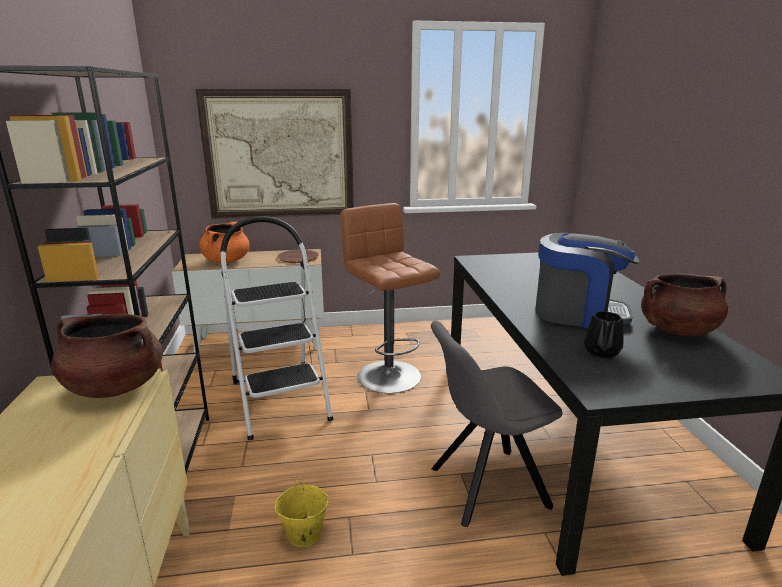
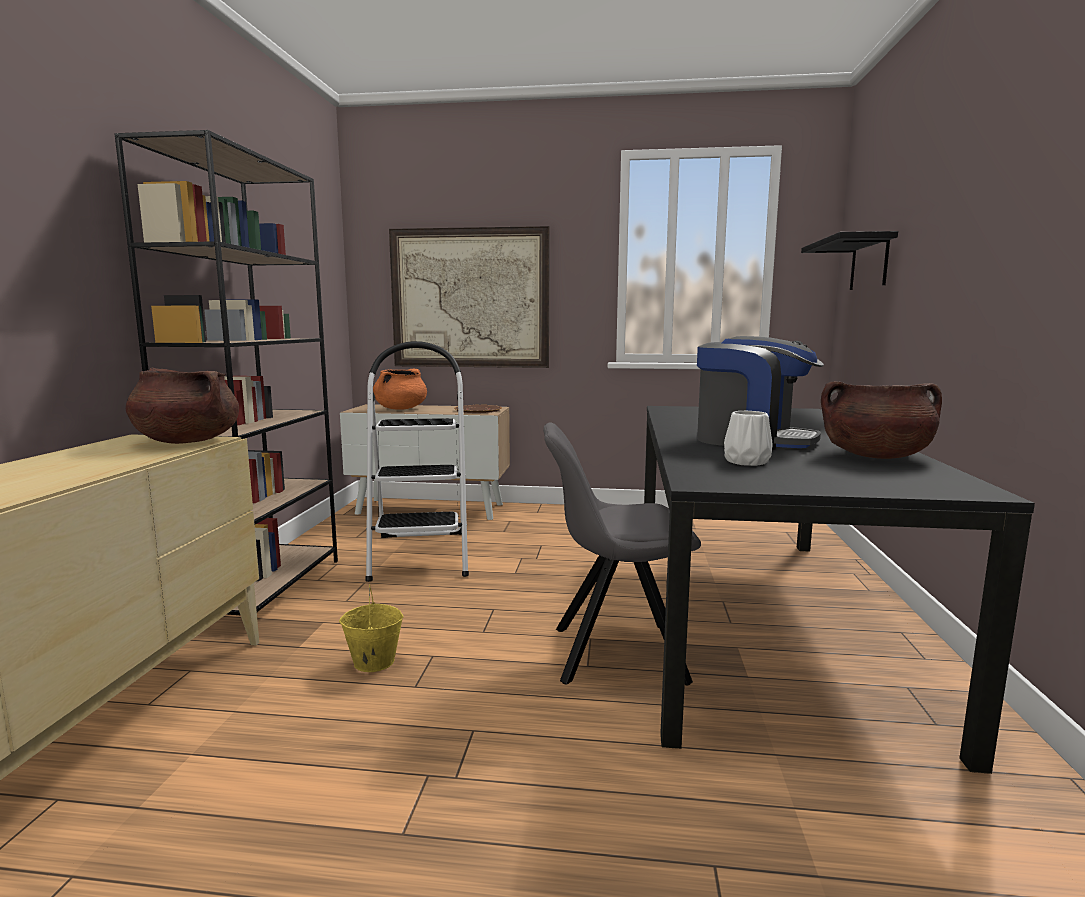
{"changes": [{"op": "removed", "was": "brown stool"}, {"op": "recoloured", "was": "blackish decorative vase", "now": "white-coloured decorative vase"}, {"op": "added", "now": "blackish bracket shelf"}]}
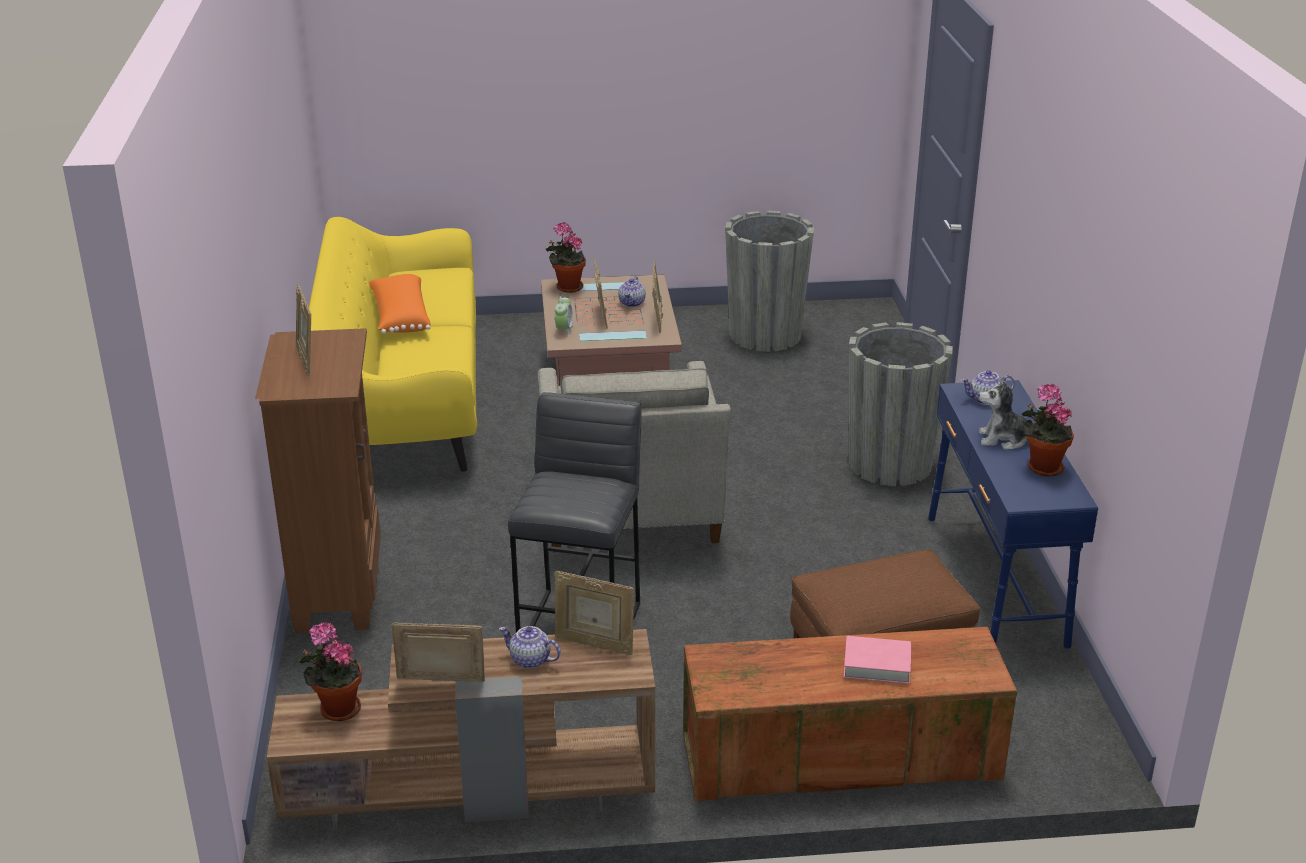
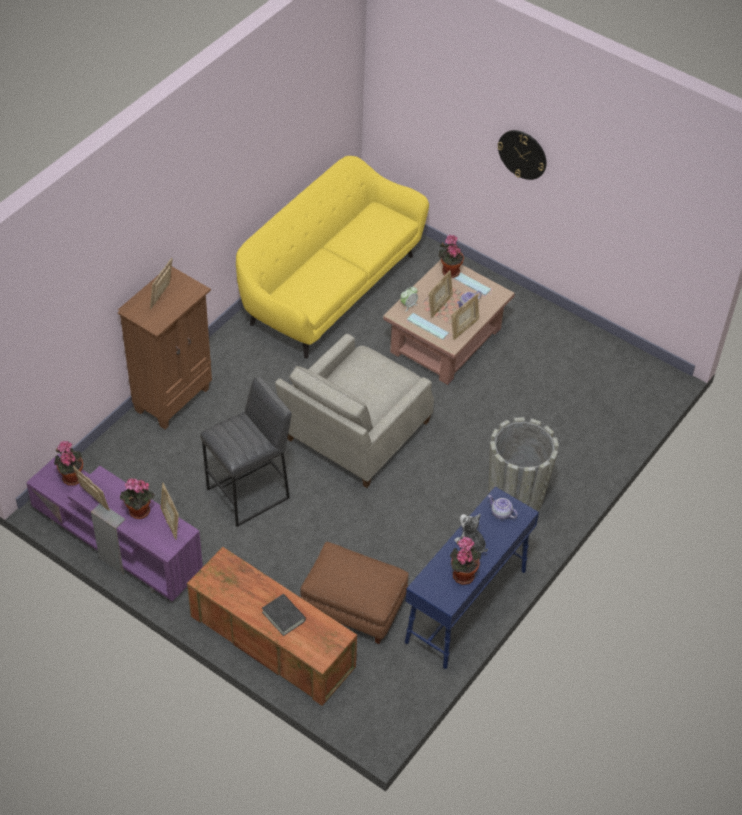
{"changes": [{"op": "recoloured", "was": "brown tv unit", "now": "purple-coloured tv unit"}, {"op": "removed", "was": "orange cushion"}, {"op": "replaced", "was": "teapot (1st from left)", "now": "potted plant (2nd from left)"}, {"op": "removed", "was": "grey plant pot (1st from left)"}, {"op": "recoloured", "was": "pink-coloured bound book", "now": "blackish bound book"}, {"op": "added", "now": "clock on the wall"}]}
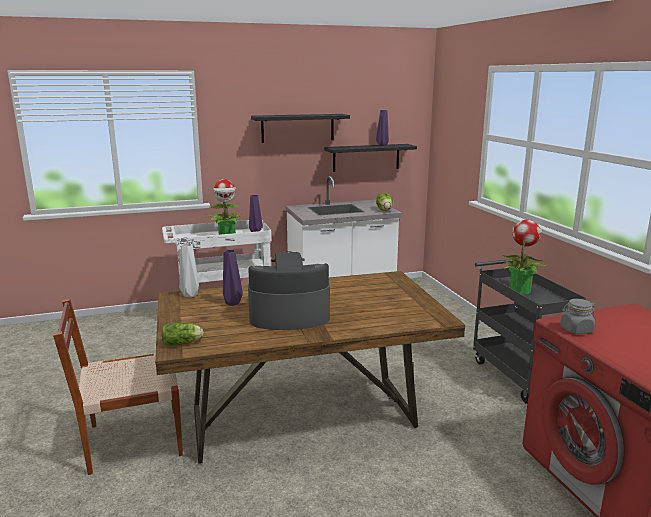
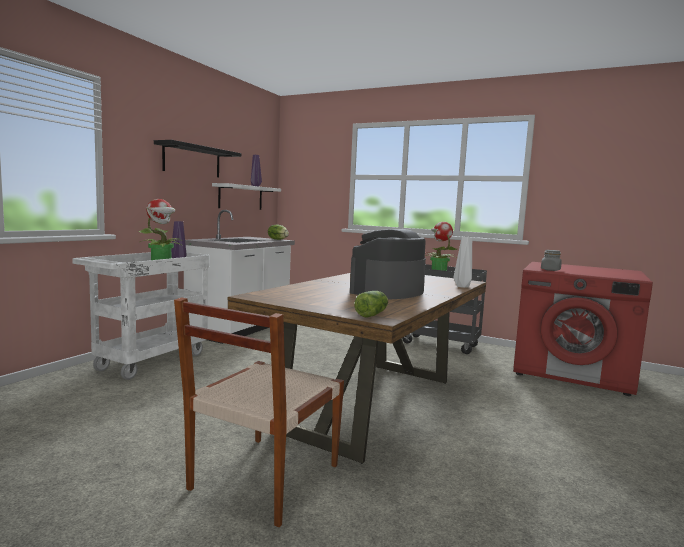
{"changes": [{"op": "moved", "was": "white-coloured decorative vase"}, {"op": "removed", "was": "purple-coloured decorative vase (1st from left)"}, {"op": "recoloured", "was": "blackish bracket shelf (2nd from left)", "now": "white-coloured bracket shelf"}]}
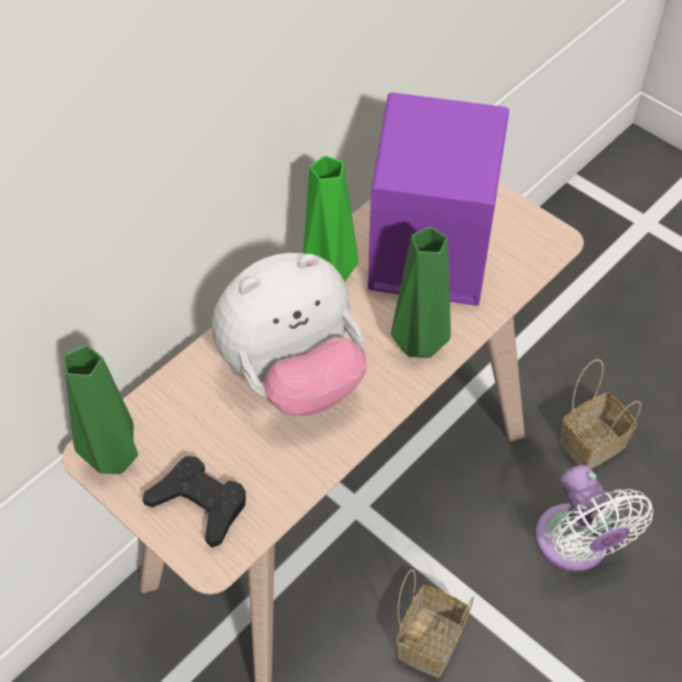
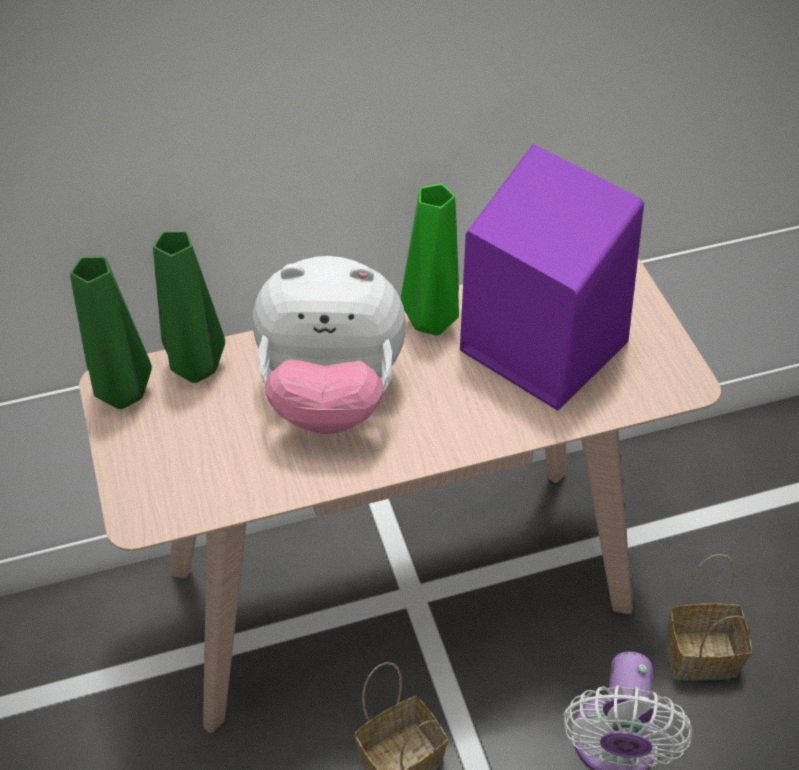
{"changes": [{"op": "removed", "was": "blackish joypad"}, {"op": "moved", "was": "green decorative vase (3rd from left in the first image)", "now": "green decorative vase (2nd from left)"}]}
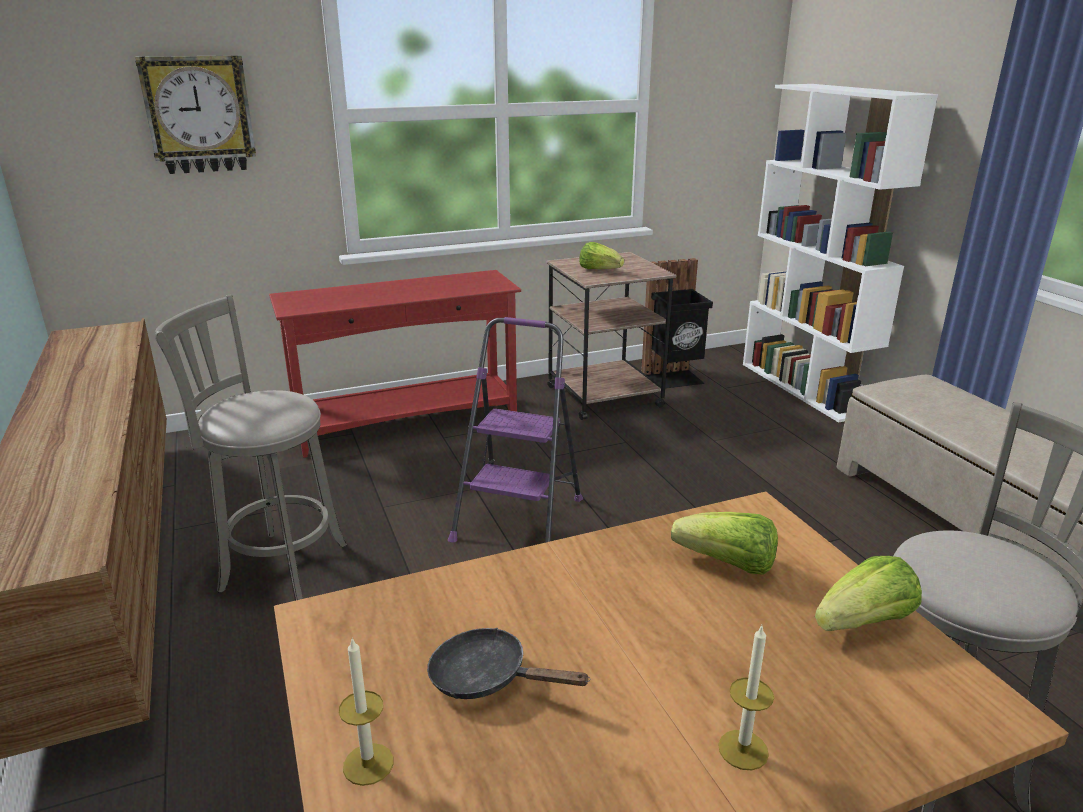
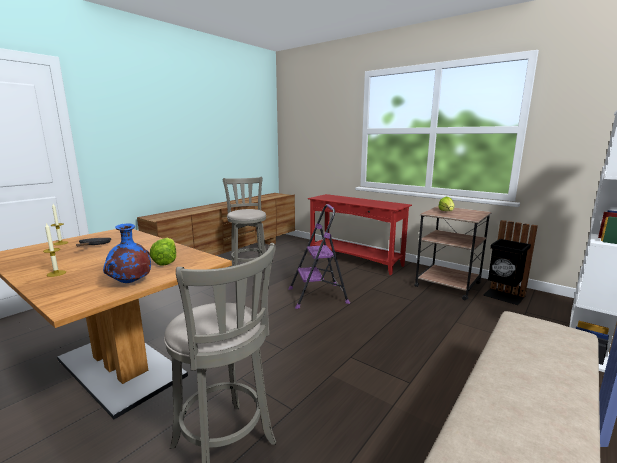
{"changes": [{"op": "removed", "was": "clock on the wall"}, {"op": "replaced", "was": "lettuce (3rd from left)", "now": "bluish decorative vase"}]}
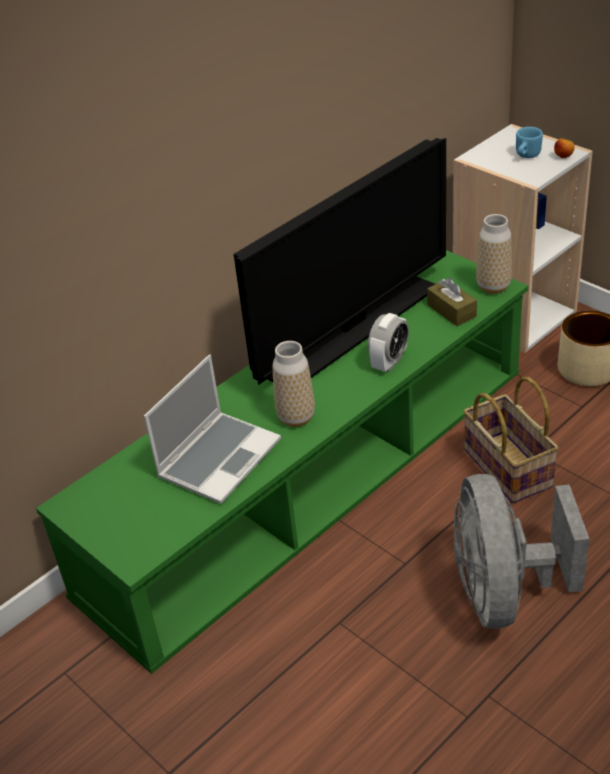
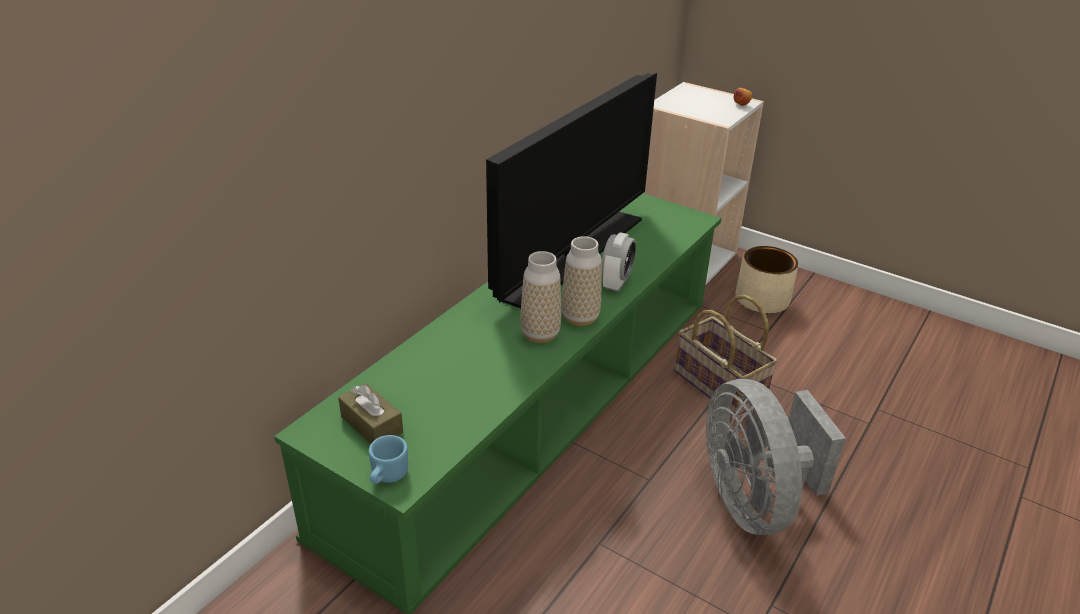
{"changes": [{"op": "removed", "was": "laptop"}, {"op": "moved", "was": "brown box of tissues"}, {"op": "moved", "was": "decorative vase (2nd from left)"}, {"op": "moved", "was": "bluish mug"}]}
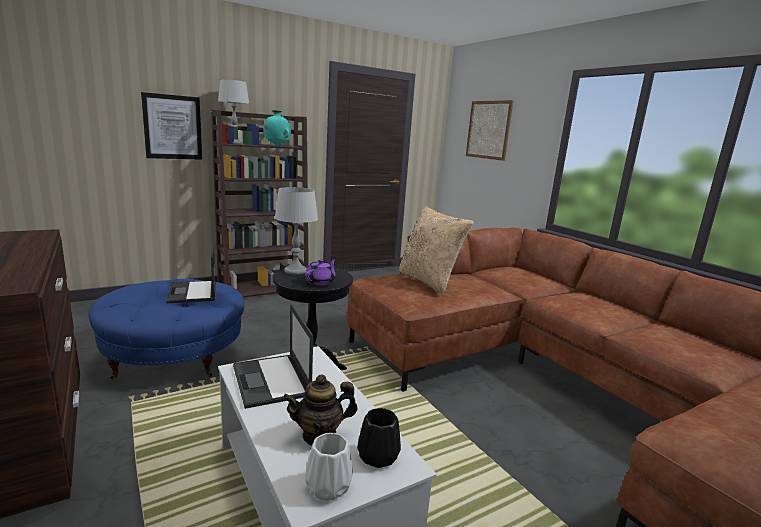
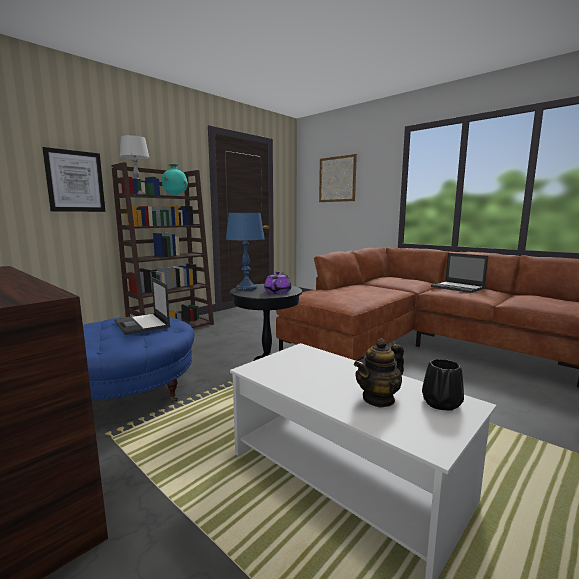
{"changes": [{"op": "moved", "was": "laptop (2nd from left)"}, {"op": "recoloured", "was": "grey table lamp (2nd from left)", "now": "bluish table lamp"}, {"op": "removed", "was": "white-coloured decorative vase"}, {"op": "removed", "was": "beige-coloured cushion"}]}
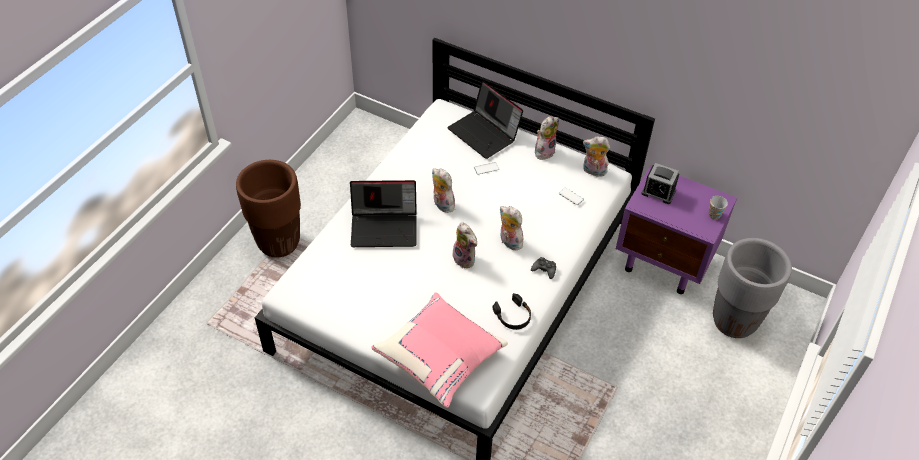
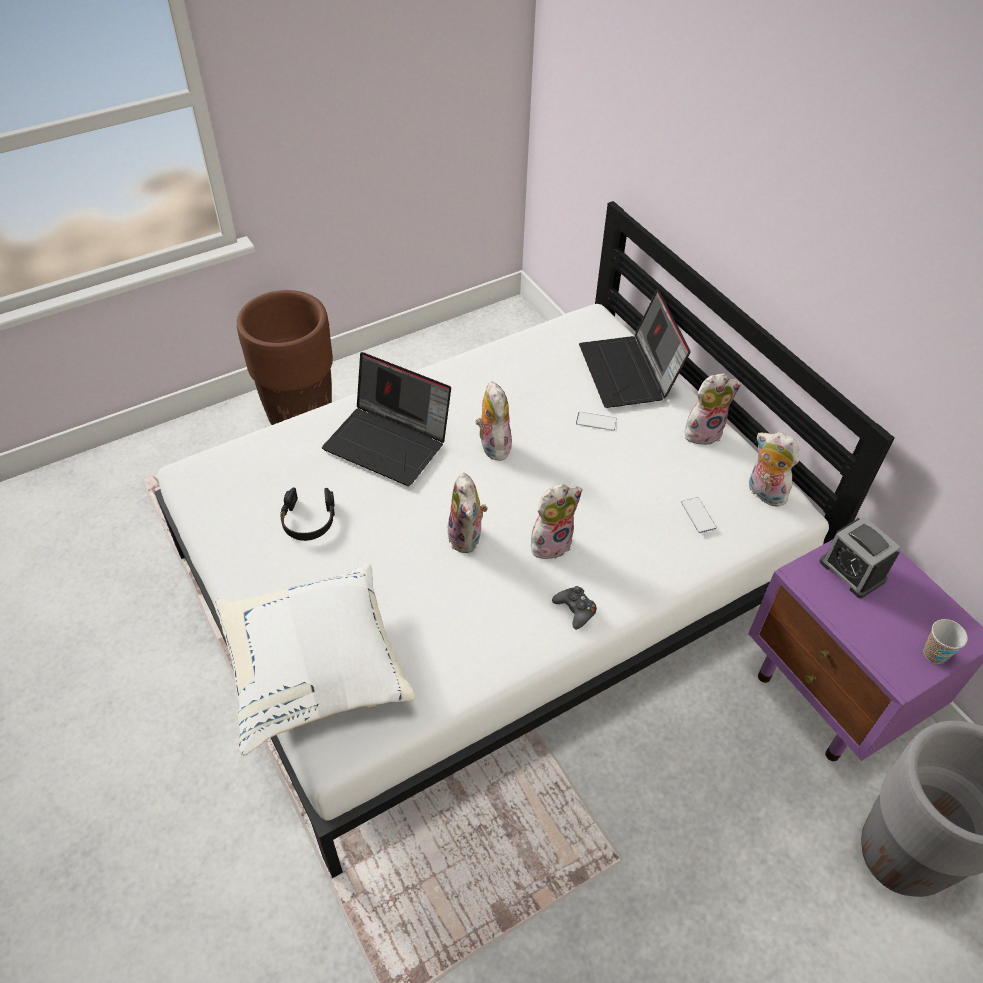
{"changes": [{"op": "recoloured", "was": "pink-coloured cushion", "now": "white-coloured cushion"}, {"op": "moved", "was": "blackish headset"}, {"op": "turned", "was": "plush toy (3rd from left)", "clockwise": 75}]}
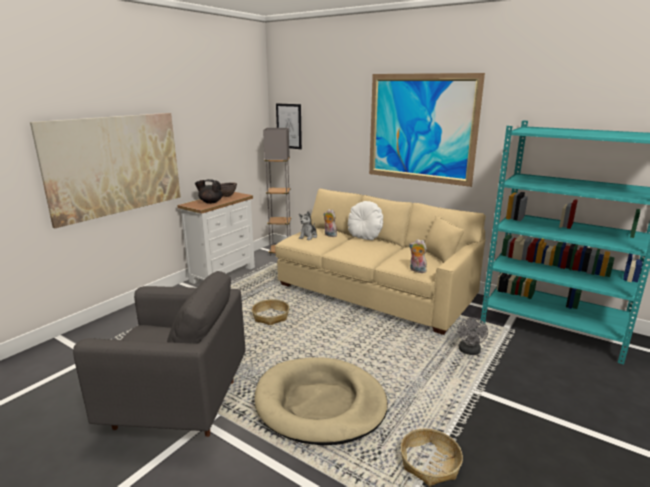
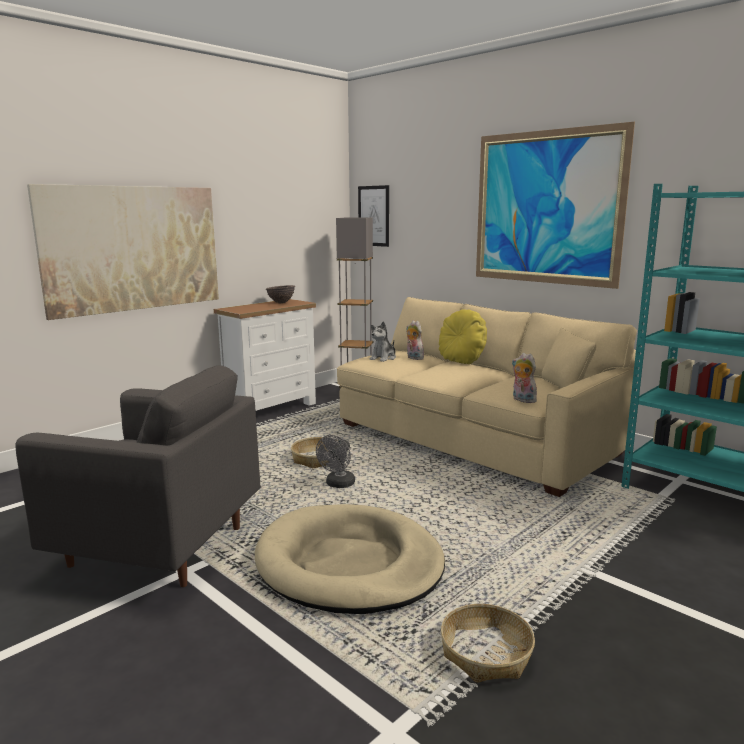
{"changes": [{"op": "removed", "was": "blackish teapot"}, {"op": "recoloured", "was": "white-coloured cushion", "now": "yellowish cushion"}, {"op": "moved", "was": "grey fan"}]}
